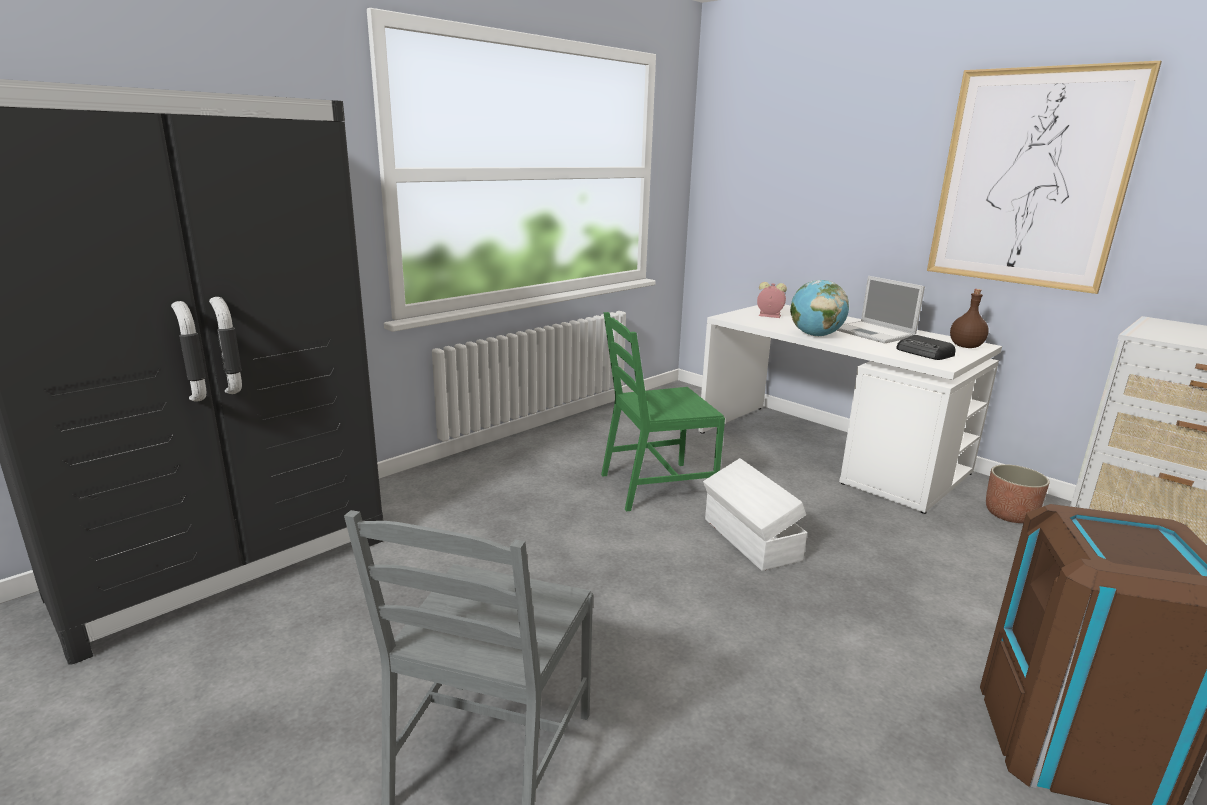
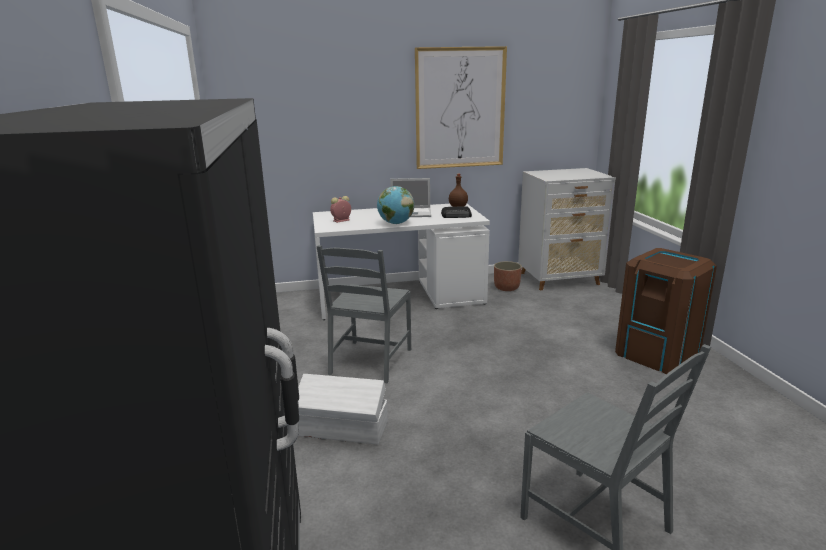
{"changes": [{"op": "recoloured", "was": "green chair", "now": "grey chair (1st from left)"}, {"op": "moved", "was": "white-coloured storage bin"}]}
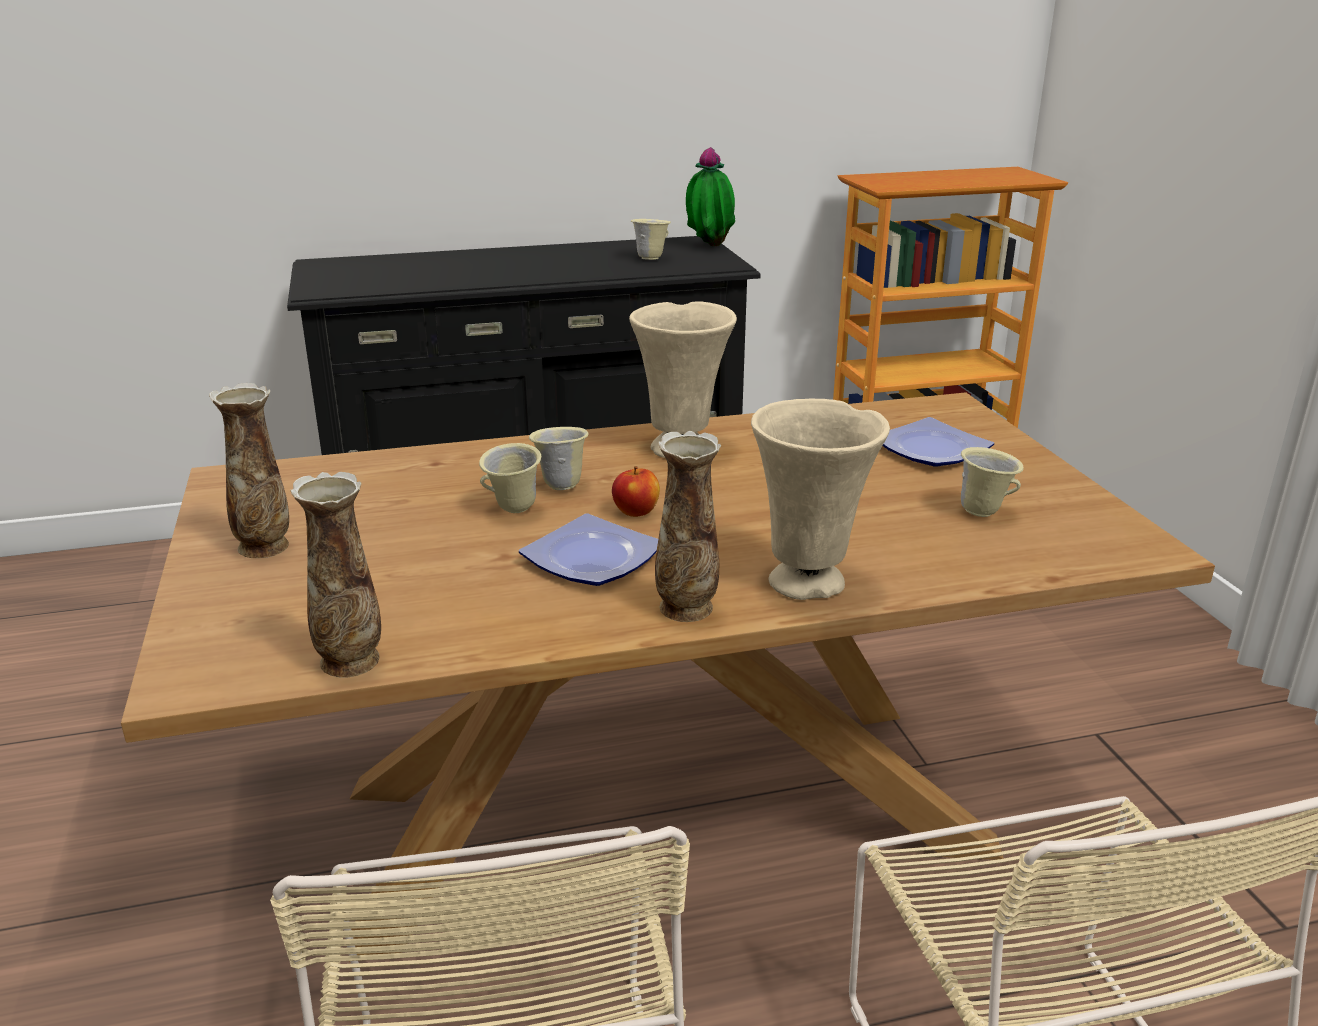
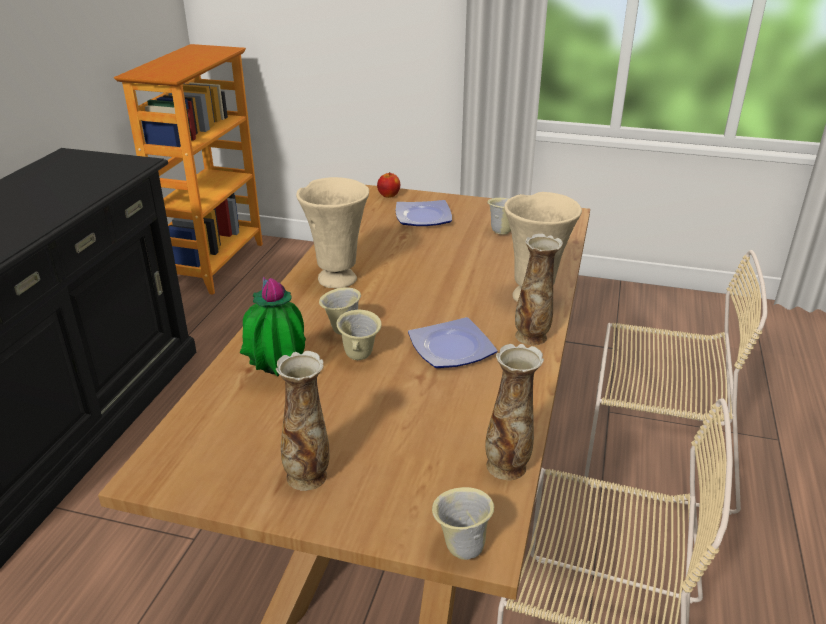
{"changes": [{"op": "moved", "was": "whole apple"}, {"op": "moved", "was": "beige-coloured mug (3rd from left)"}, {"op": "moved", "was": "potted plant"}]}
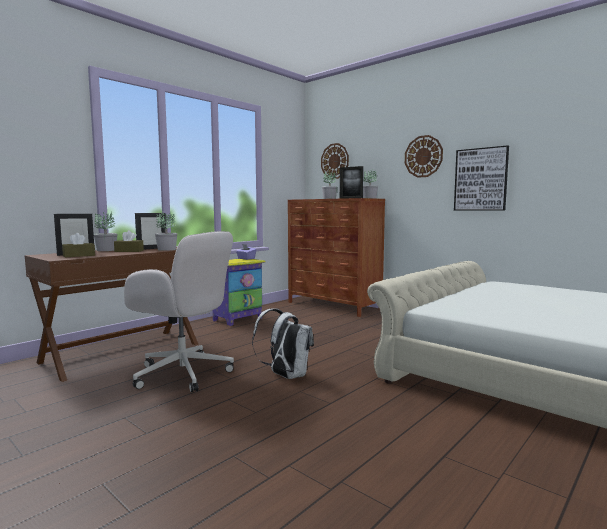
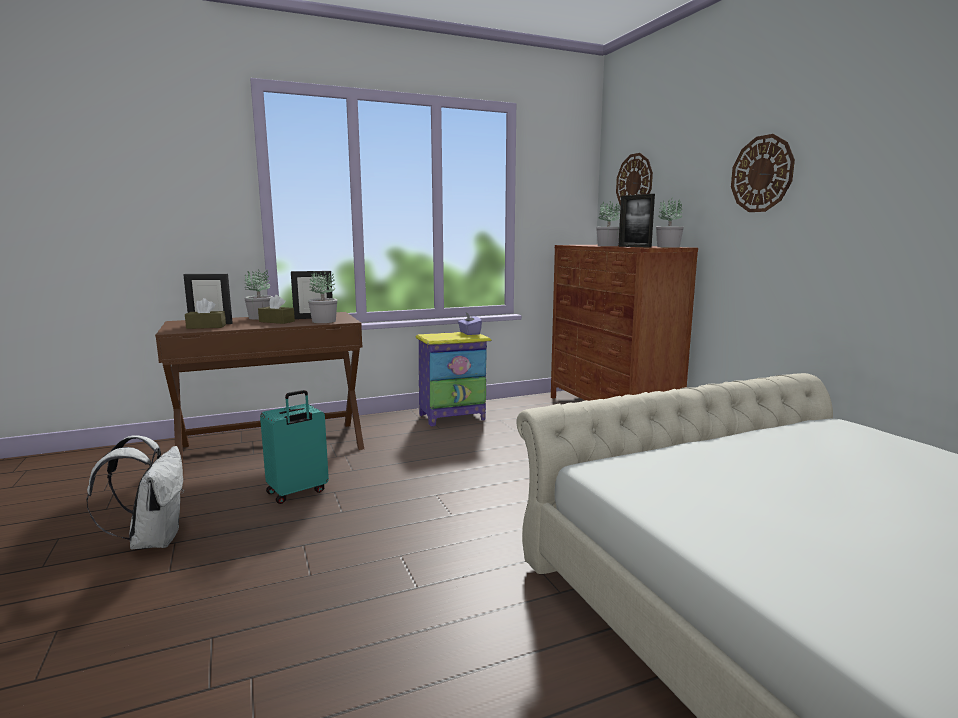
{"changes": [{"op": "replaced", "was": "white-coloured desk chair", "now": "turquoise piece of luggage"}, {"op": "moved", "was": "white-coloured rucksack"}, {"op": "removed", "was": "picture"}]}
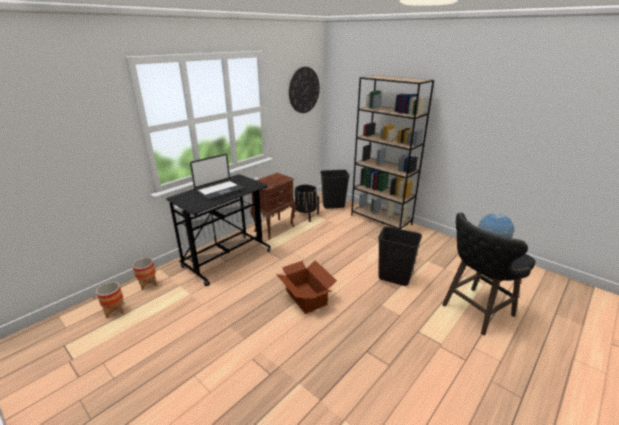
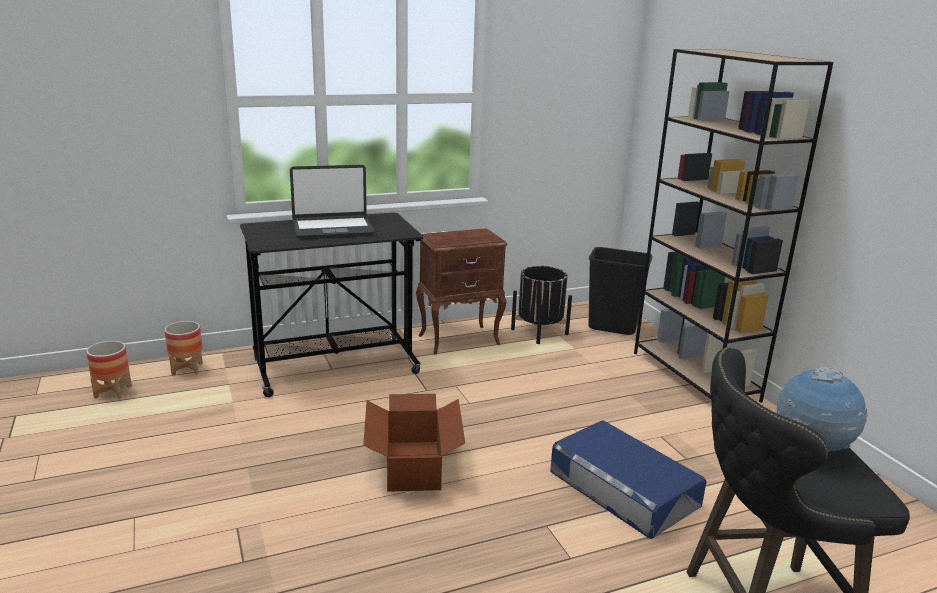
{"changes": [{"op": "removed", "was": "clock on the wall"}, {"op": "replaced", "was": "blackish trash can (2nd from left)", "now": "bluish storage bin"}]}
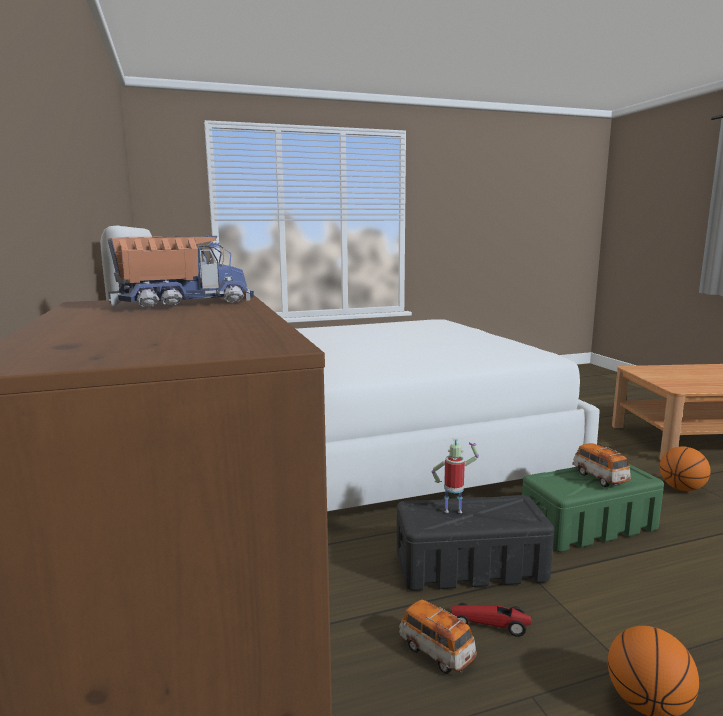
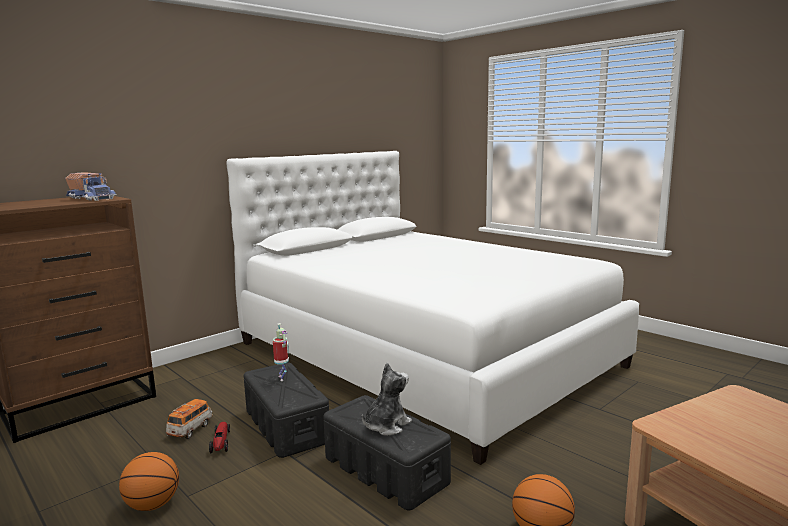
{"changes": [{"op": "recoloured", "was": "green storage bin", "now": "blackish storage bin (2nd from left)"}, {"op": "replaced", "was": "model car (3rd from left)", "now": "plush toy"}]}
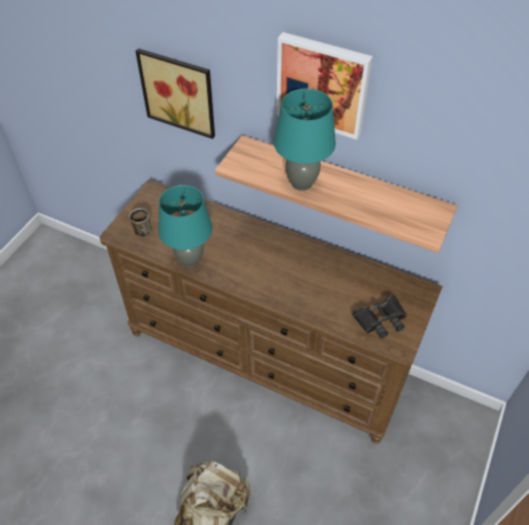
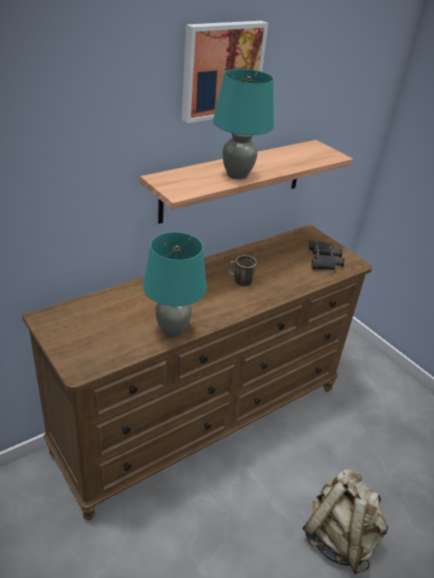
{"changes": [{"op": "moved", "was": "mug"}, {"op": "removed", "was": "picture (1st from left)"}]}
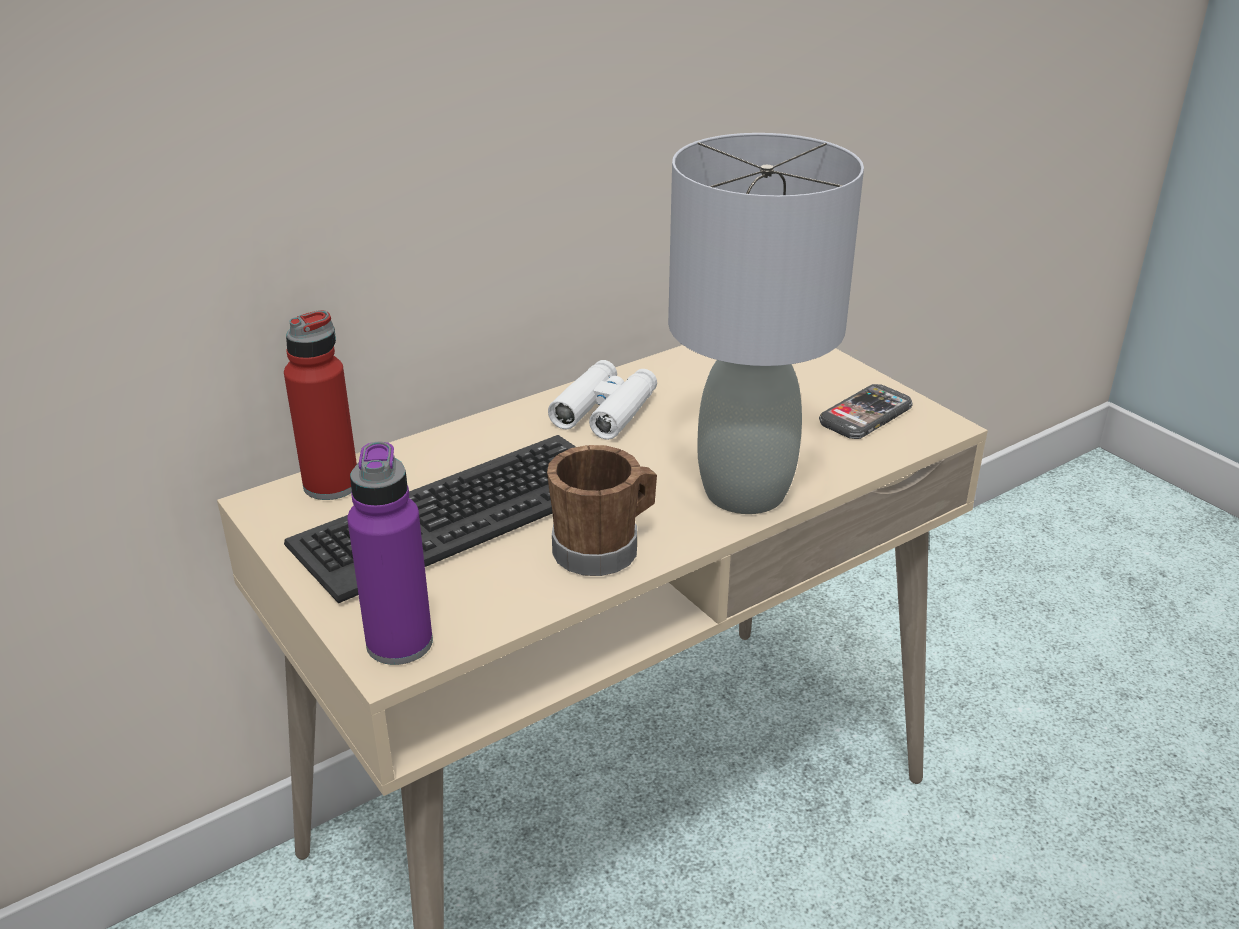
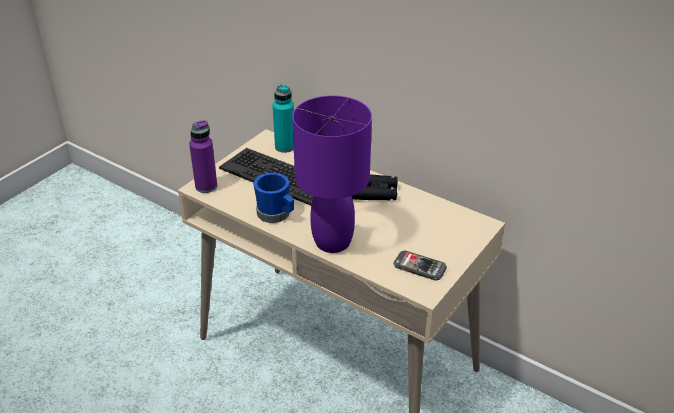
{"changes": [{"op": "recoloured", "was": "red drink bottle", "now": "turquoise drink bottle"}, {"op": "recoloured", "was": "brown mug", "now": "bluish mug"}, {"op": "recoloured", "was": "white-coloured field glasses", "now": "blackish field glasses"}, {"op": "recoloured", "was": "grey table lamp", "now": "purple-coloured table lamp"}]}
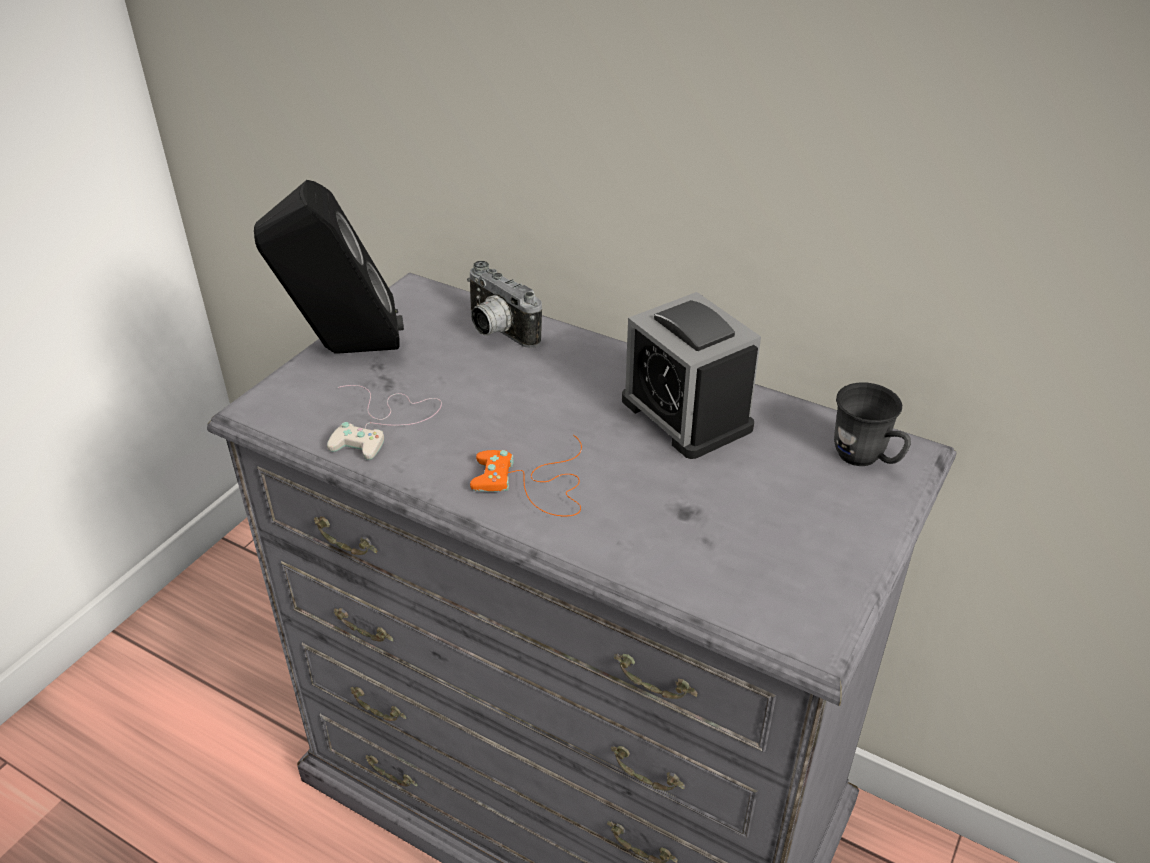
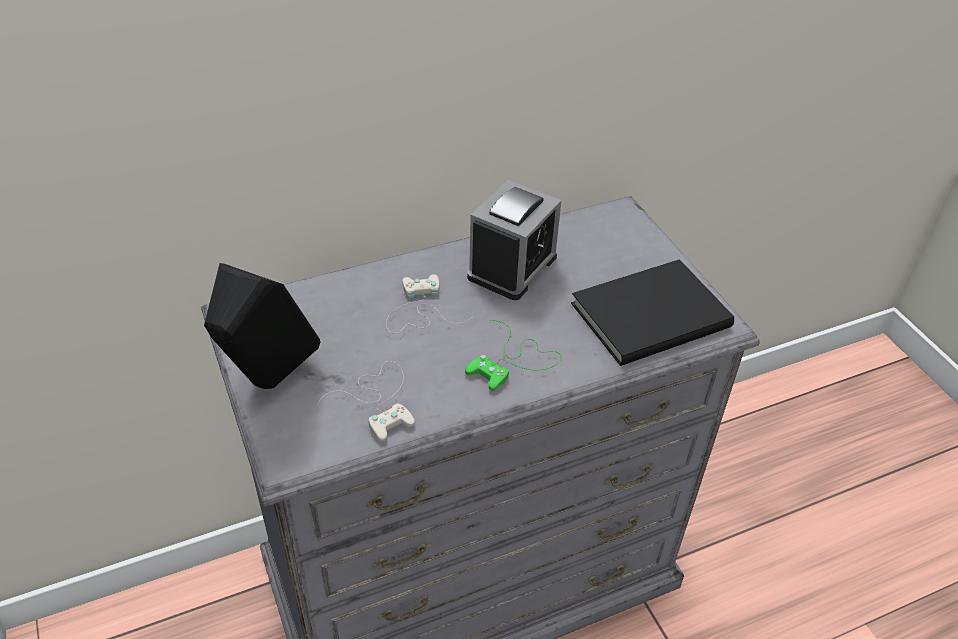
{"changes": [{"op": "removed", "was": "photo camera"}, {"op": "recoloured", "was": "orange joypad", "now": "green joypad"}, {"op": "turned", "was": "table clock", "clockwise": -60}, {"op": "removed", "was": "grey mug"}, {"op": "added", "now": "white-coloured joypad (2nd from left)"}, {"op": "added", "now": "blackish bound book"}]}
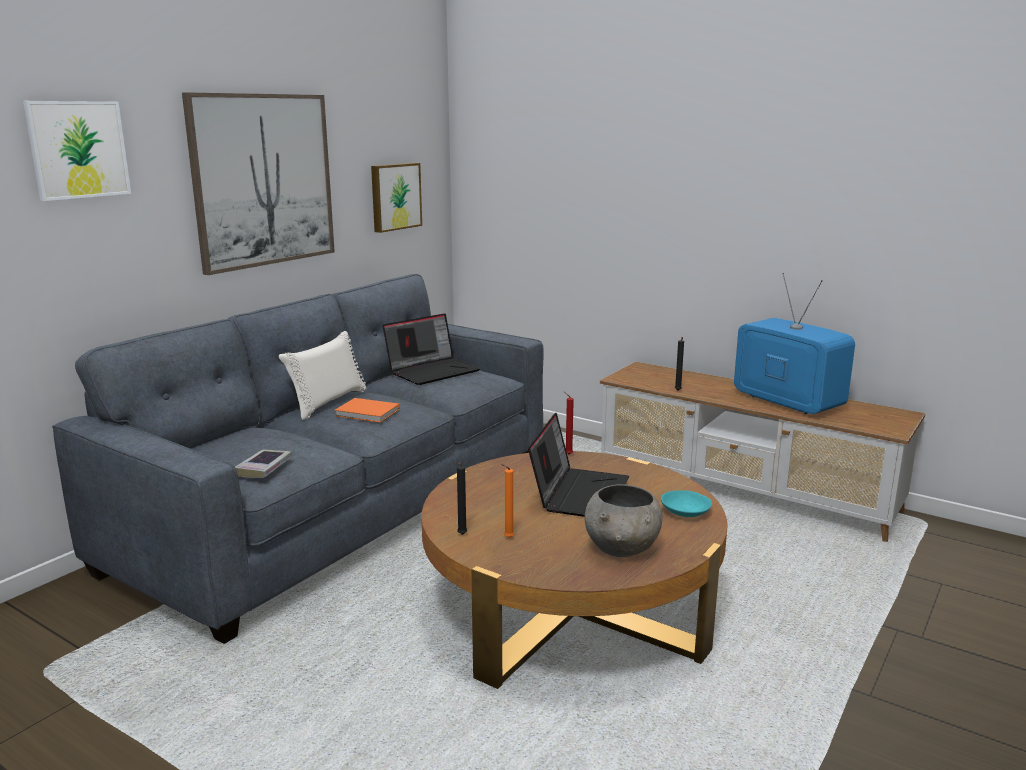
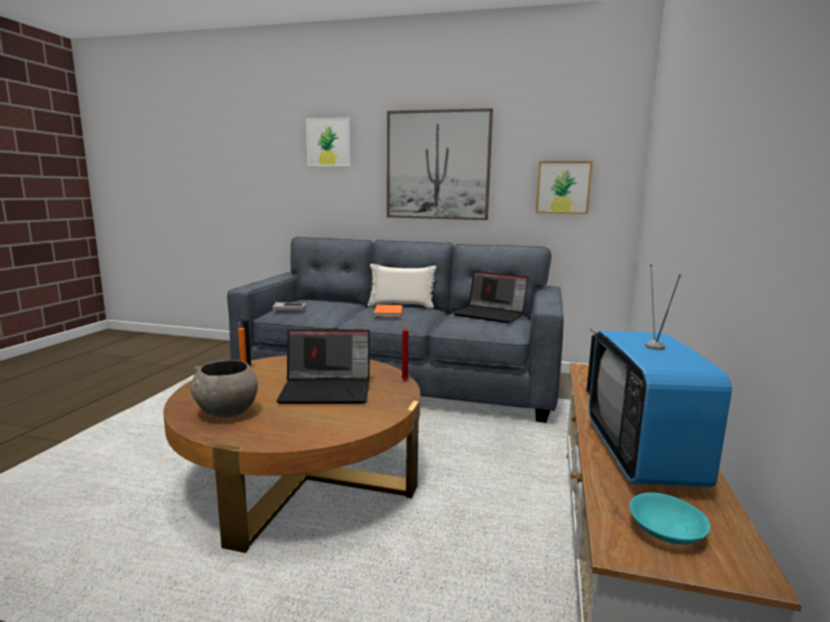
{"changes": [{"op": "moved", "was": "turquoise bowl"}, {"op": "turned", "was": "television", "clockwise": 150}]}
